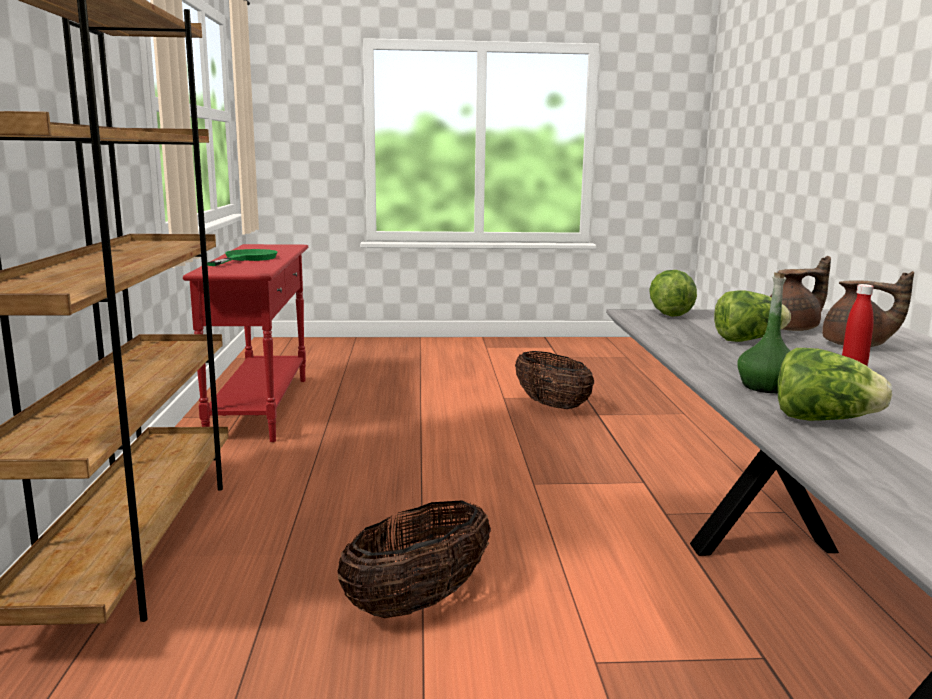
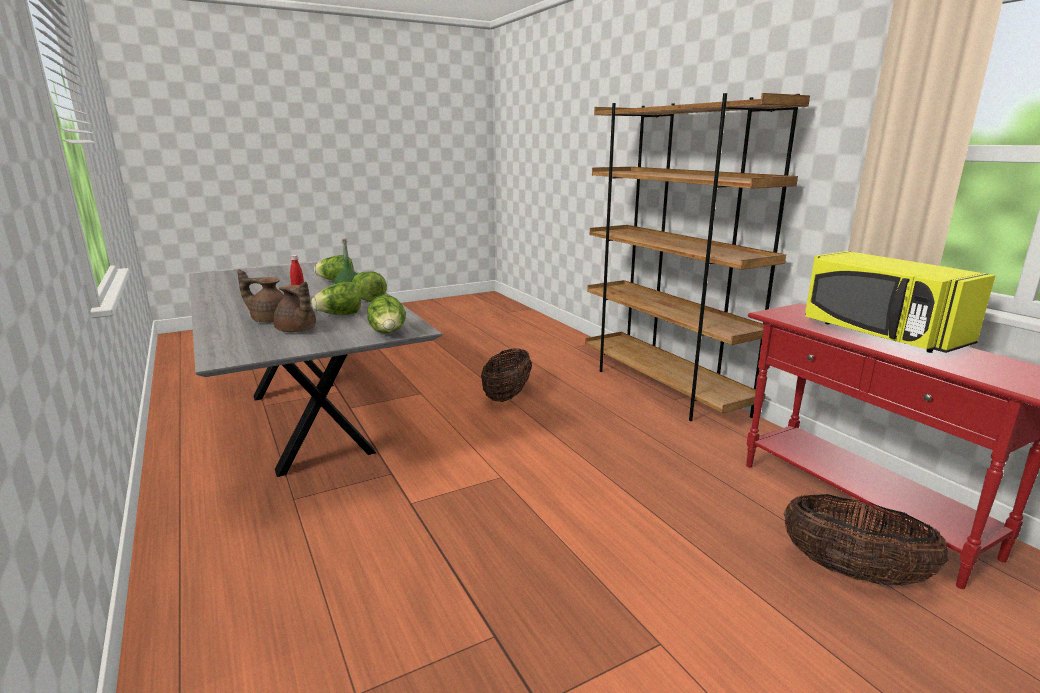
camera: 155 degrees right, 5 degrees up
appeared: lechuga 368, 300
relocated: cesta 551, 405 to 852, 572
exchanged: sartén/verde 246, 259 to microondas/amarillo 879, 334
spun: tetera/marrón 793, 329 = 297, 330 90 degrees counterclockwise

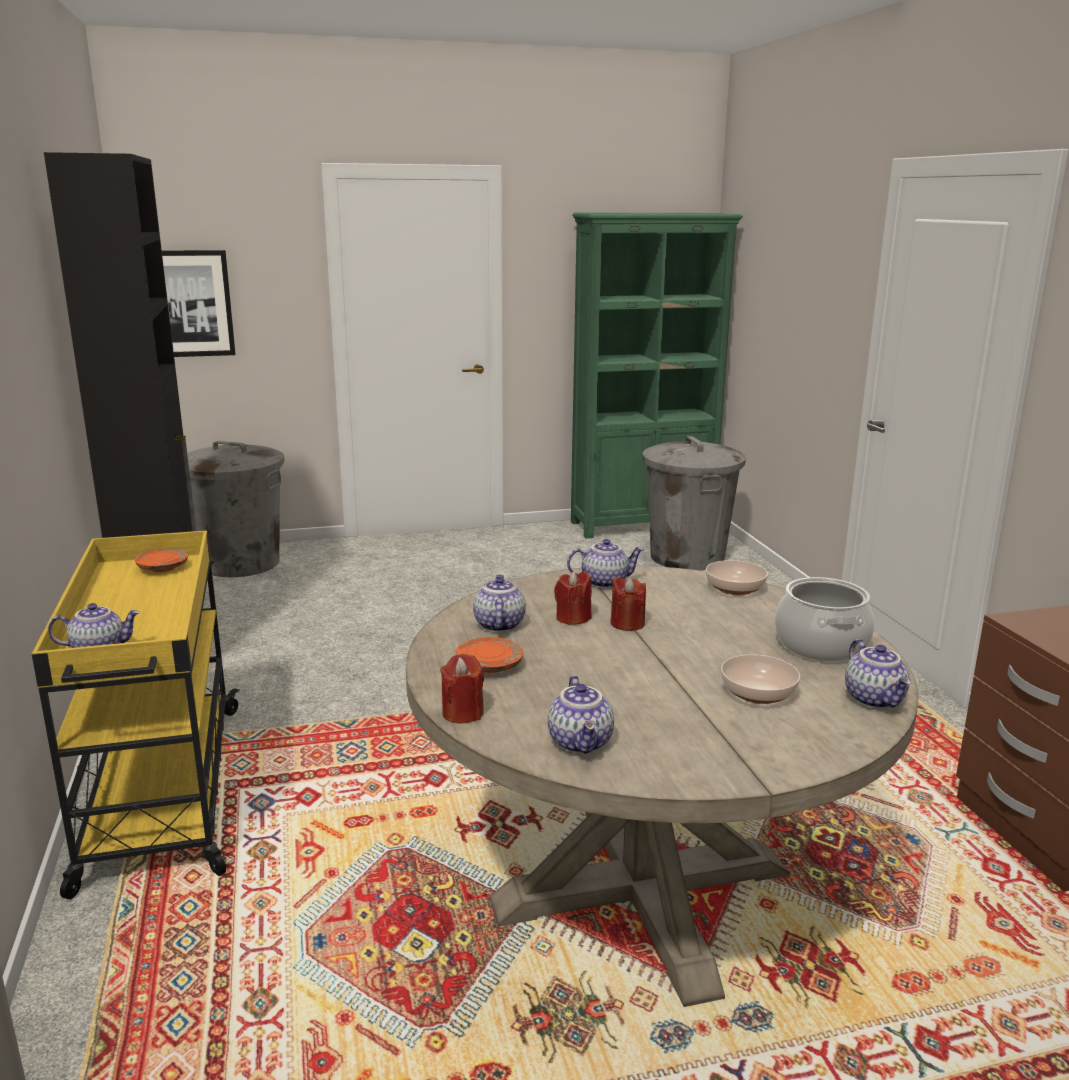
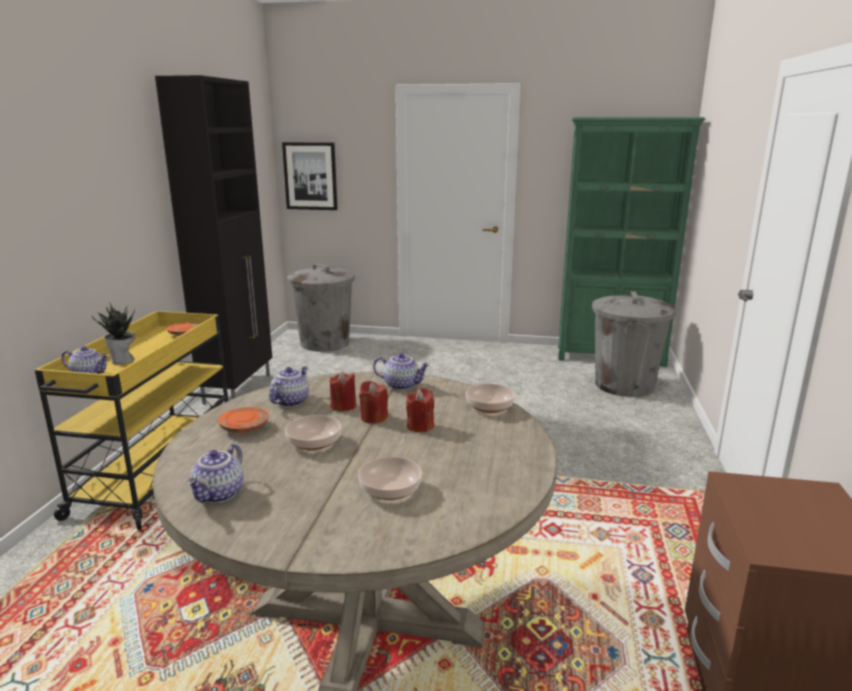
camera: 25 degrees right, 0 degrees up
missing: olla 820, 645; tetera 876, 699
appeared: planta en maceta 124, 360; cuenco 313, 443
relocated: vela/rojo 463, 713 to 420, 426

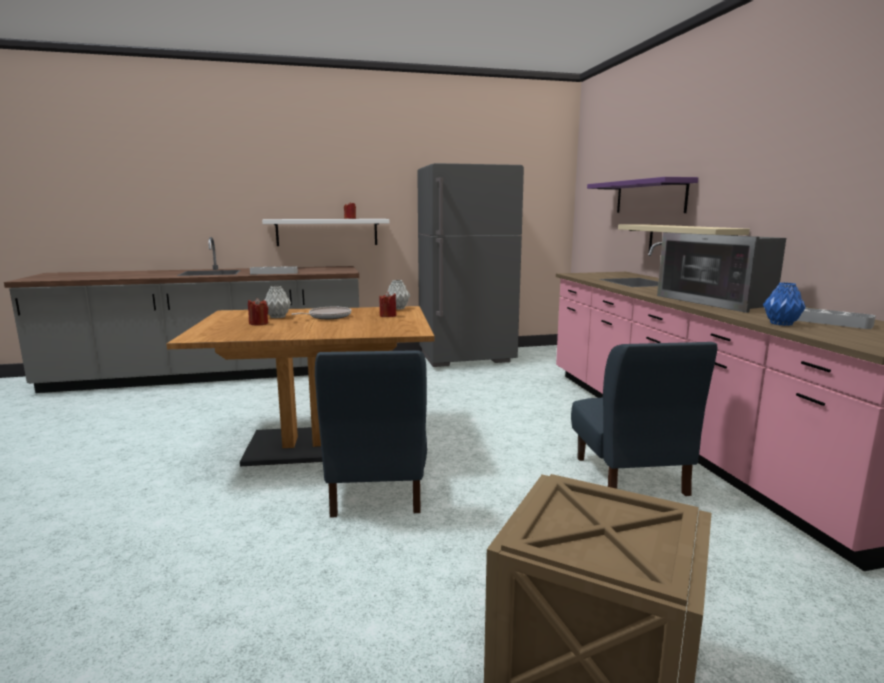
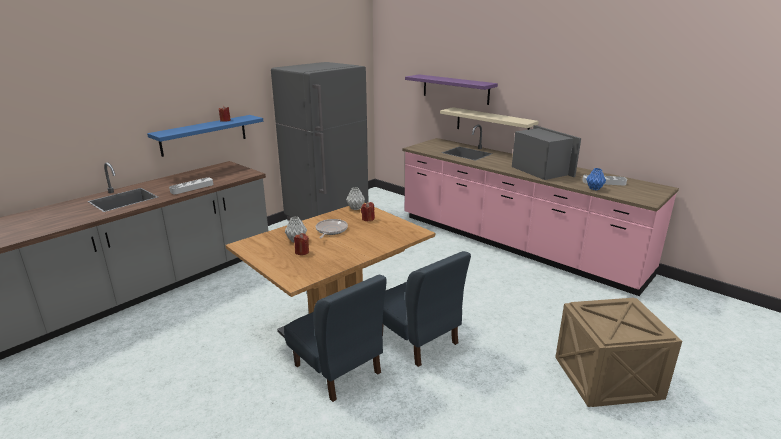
camera: 35 degrees left, 10 degrees up
relocated: silla/azul 630, 476 to 337, 369
colour: estante/blanco 327, 232 to estante/azul 204, 135
spun: microondas 718, 301 = 540, 170 150 degrees counterclockwise

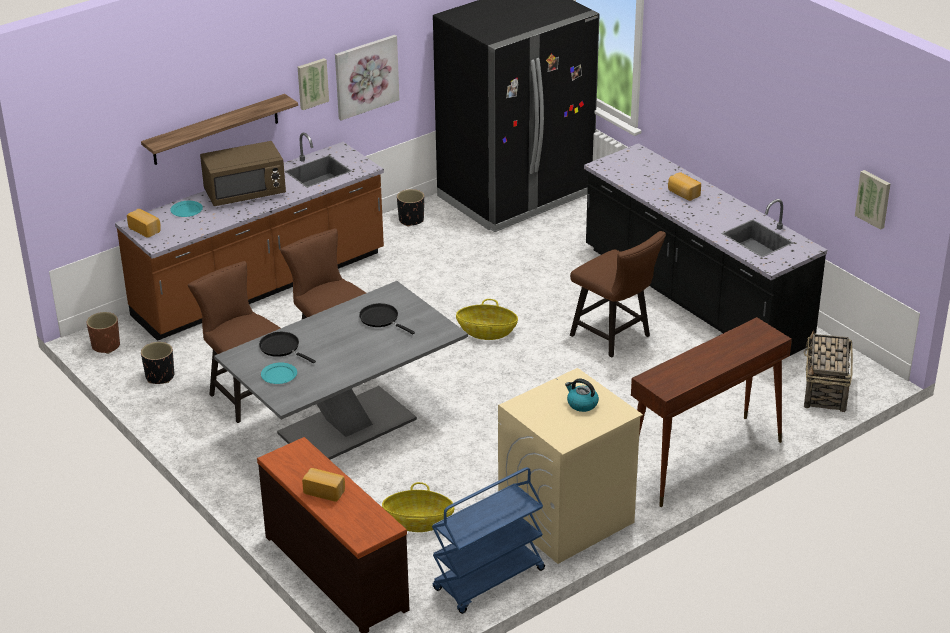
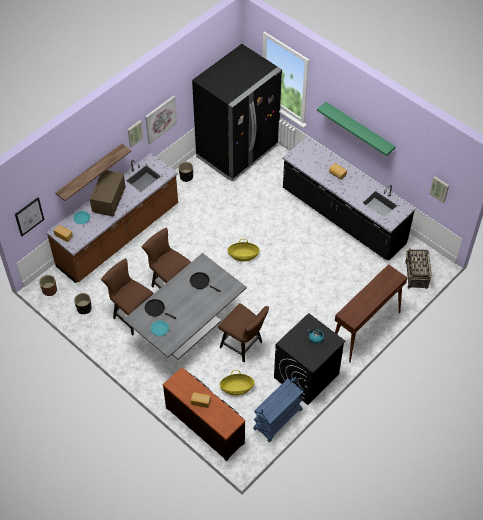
camera: 10 degrees left, 20 degrees up
appeared: cuadro 29, 216; estante/verde 359, 128
relocated: silla/marrón 615, 337 to 243, 346
colour: lavadora/beis 565, 518 to lavadora/negro 306, 376
spun: microondas/marrón 245, 193 = 109, 200 135 degrees clockwise

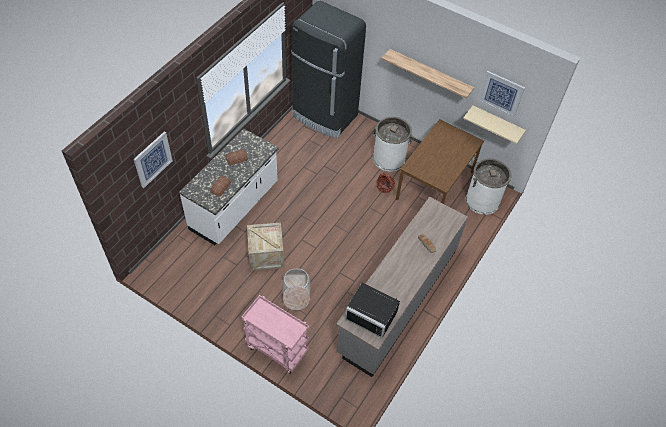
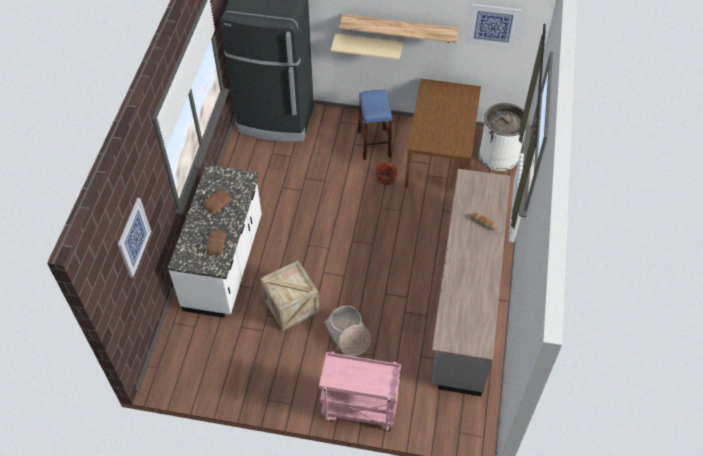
camera: 20 degrees left, 0 degrees up
missing: microondas/negro 373, 313
relocated: estante/beis 497, 123 to 369, 44
exchanged: papelera/blanco 389, 158 to taburete/azul 374, 144

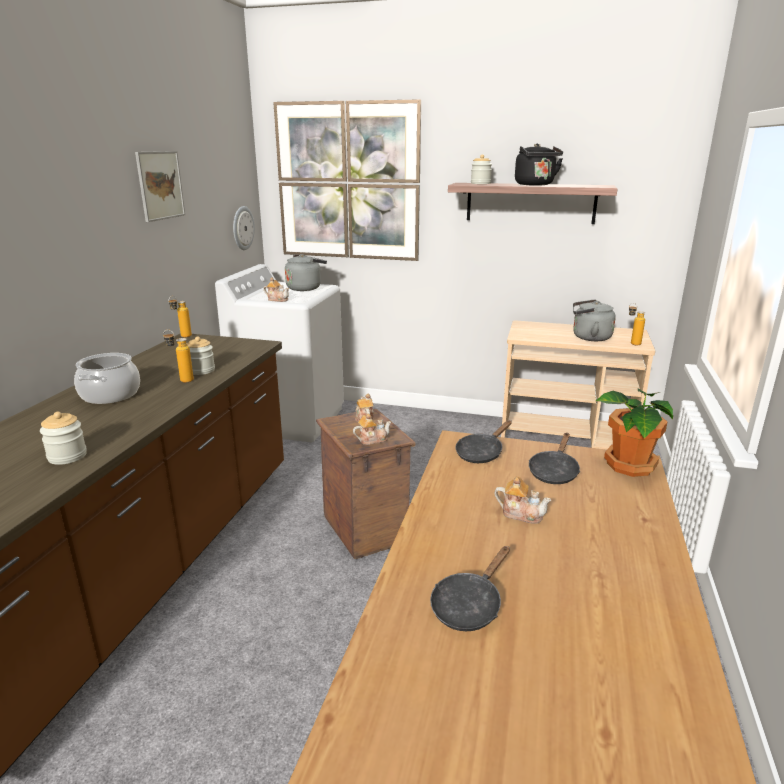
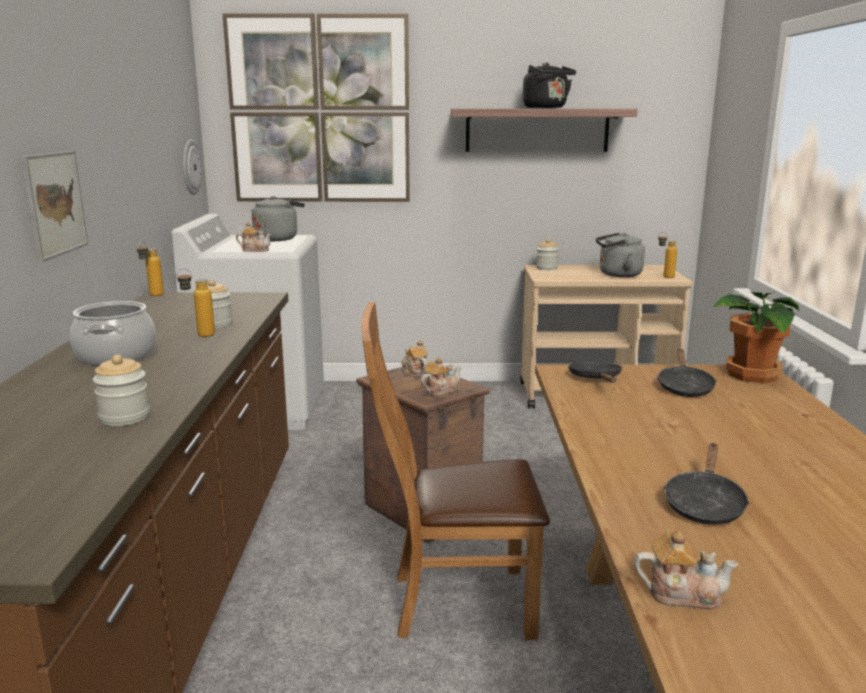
camera: 15 degrees left, 5 degrees down
appeared: silla/marrón 452, 603
relocated: cuadro 160, 185 to 54, 204; tarro 480, 183 to 546, 268; tetera 521, 514 to 681, 594
spun: sartén/negro 481, 453 = 596, 379 150 degrees clockwise

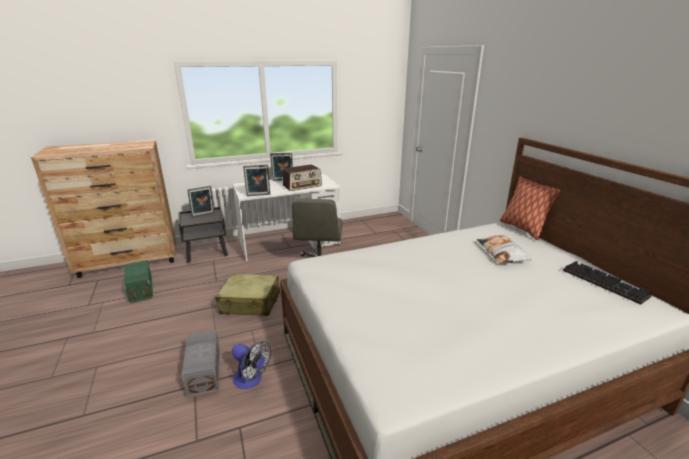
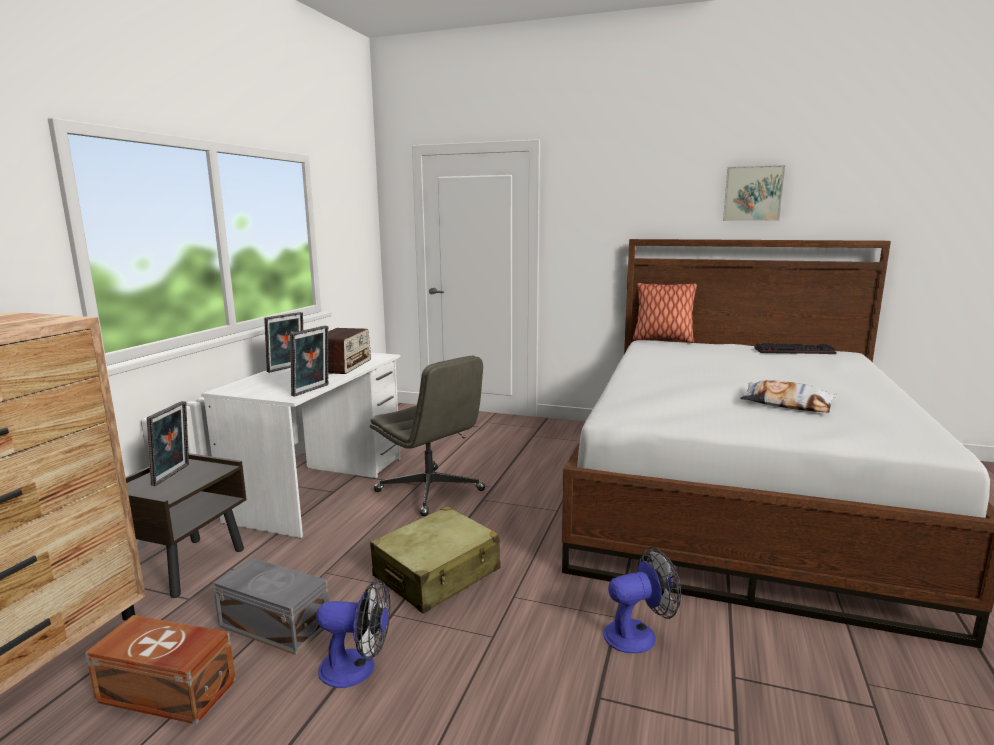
camera: 50 degrees left, 10 degrees down
appeared: ventilador 357, 669; cuadro 753, 193
relocated: caja de almacenaje/gris 205, 371 to 274, 623; cojín 502, 253 to 786, 404
colour: caja de almacenaje/verde 140, 290 to caja de almacenaje/marrón 167, 692

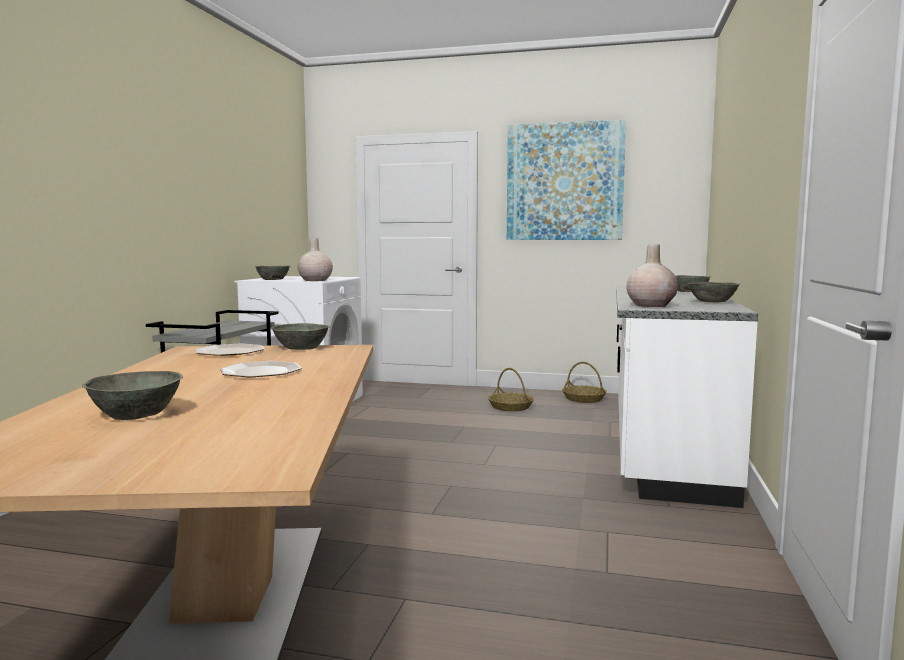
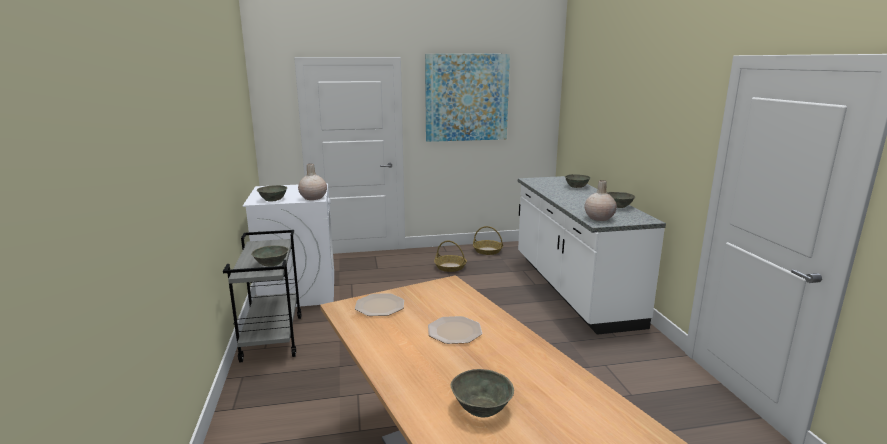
camera: 25 degrees left, 10 degrees up
relocated: cuenco/gris 301, 348 to 271, 264

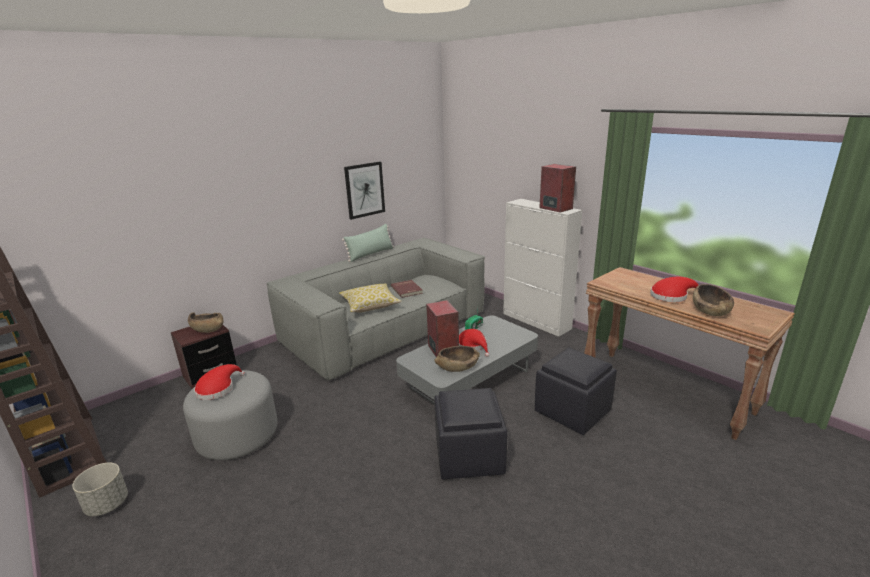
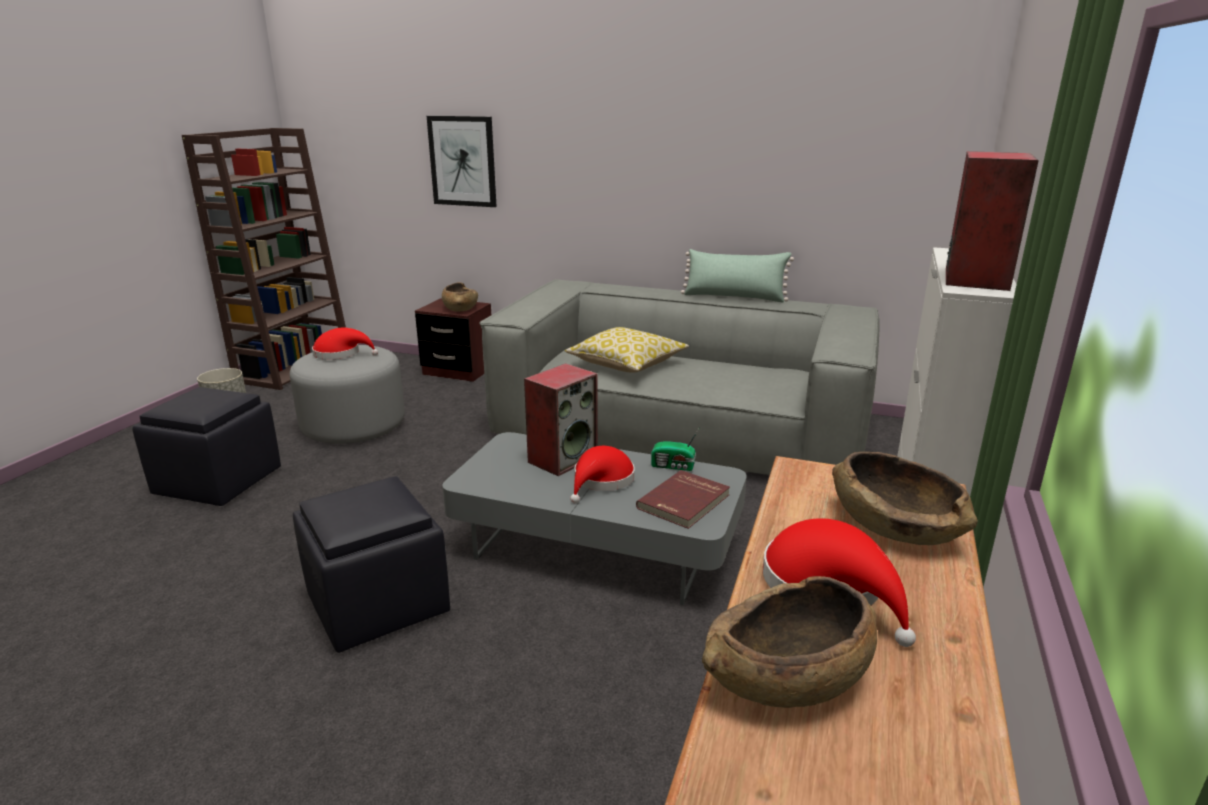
camera: 60 degrees right, 0 degrees up
relocated: puf/negro 573, 411 to 218, 483; cuadro 364, 190 to 462, 161; libro/rojo 407, 290 to 685, 502; cuenco/marrón 457, 367 to 896, 526

